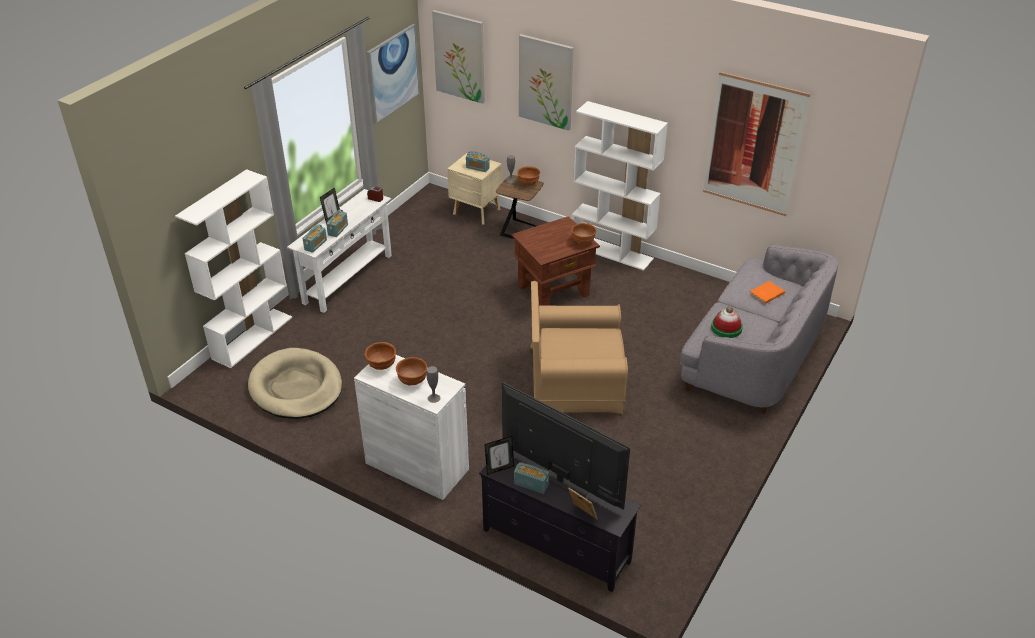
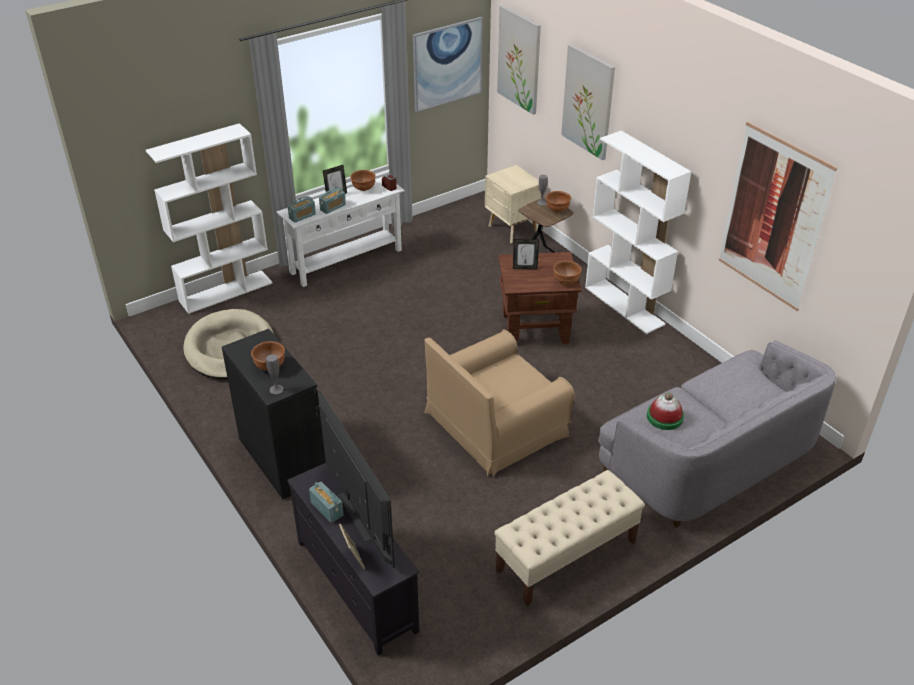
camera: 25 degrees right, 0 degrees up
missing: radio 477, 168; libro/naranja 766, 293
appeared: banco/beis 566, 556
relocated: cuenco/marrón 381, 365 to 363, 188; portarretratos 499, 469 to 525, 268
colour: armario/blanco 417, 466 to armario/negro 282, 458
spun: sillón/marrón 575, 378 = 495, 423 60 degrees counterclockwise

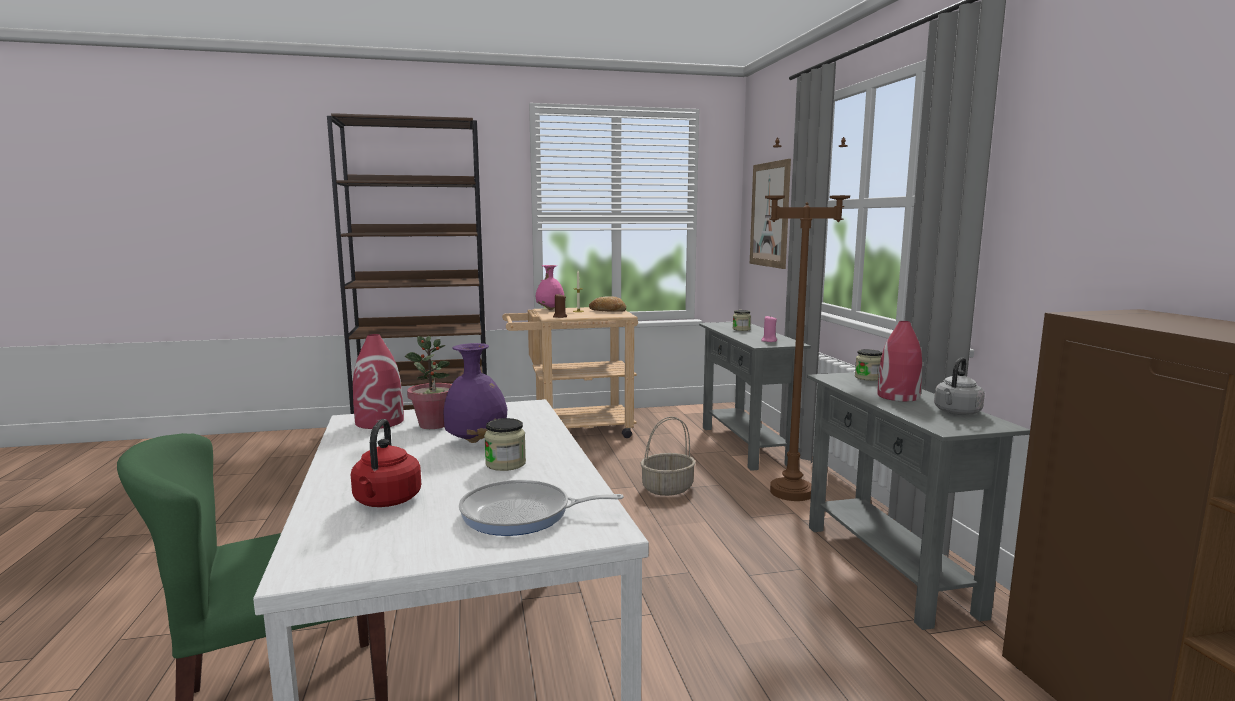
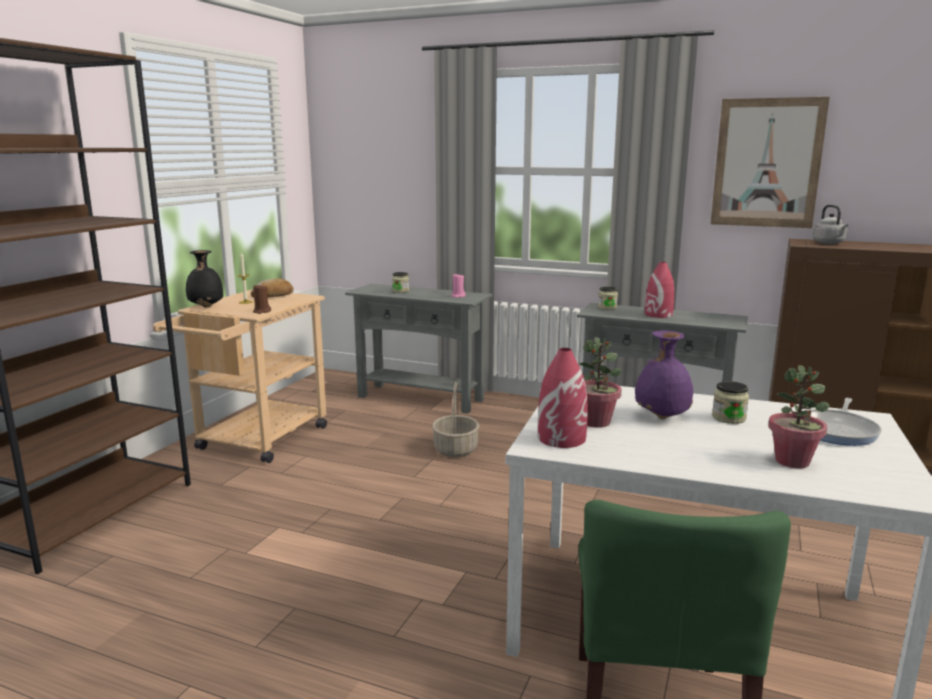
camera: 55 degrees left, 5 degrees up
missing: lámpara de pie/marrón 791, 492
relocated: cuadro 770, 214 to 767, 163; hervidor/gris 956, 412 to 829, 243
exchanged: hervidor/rojo 386, 501 to planta en maceta 792, 461
colour: florero/rosa 550, 309 to florero/negro 205, 306

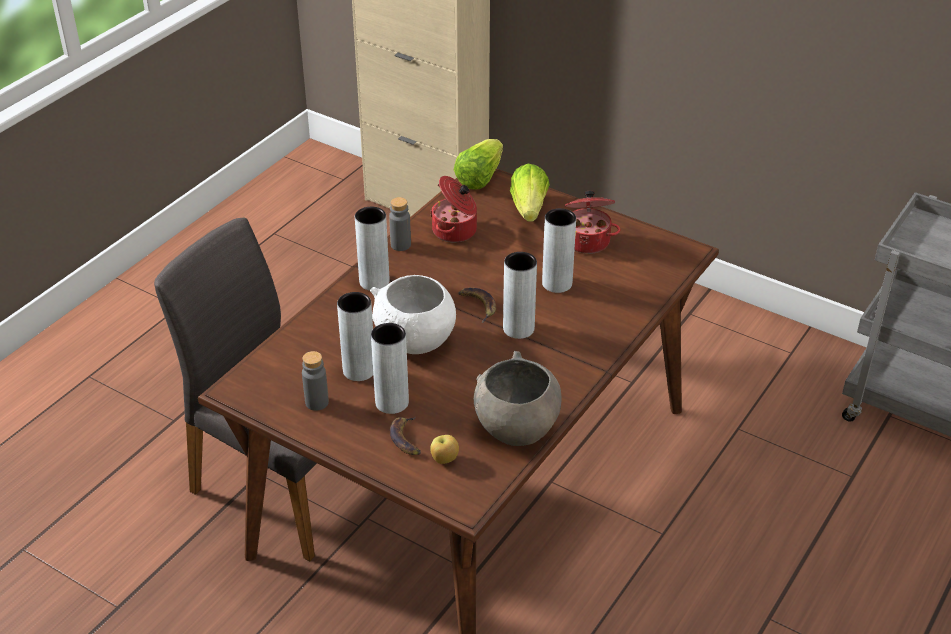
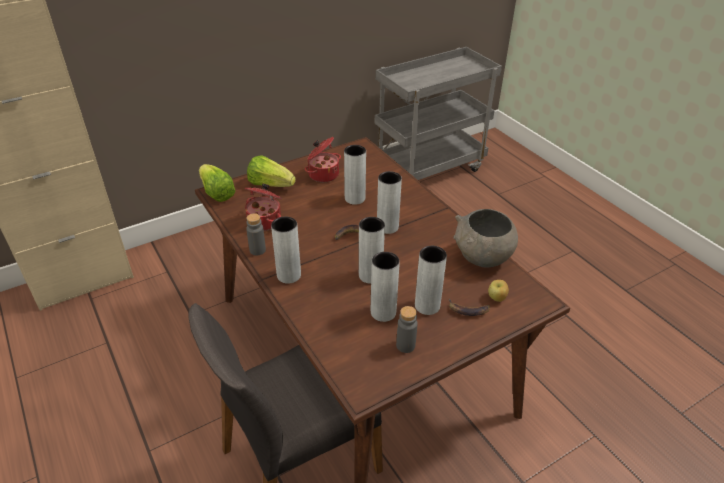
camera: 65 degrees left, 0 degrees up
exchanged: cuenco/blanco 415, 342 to florero/gris 370, 275

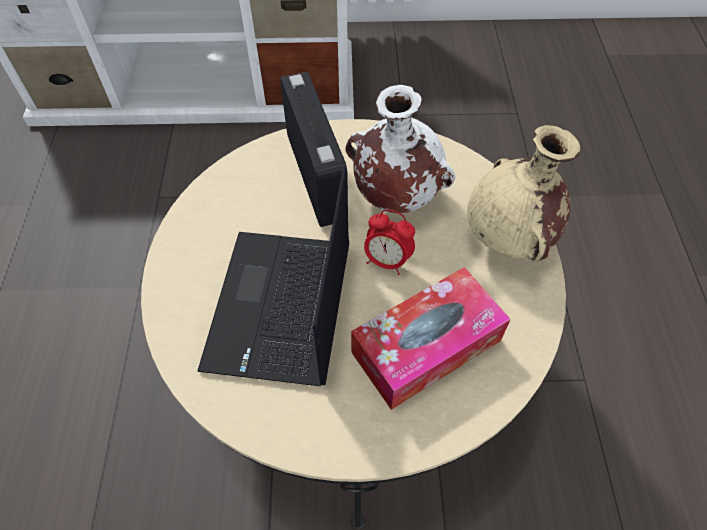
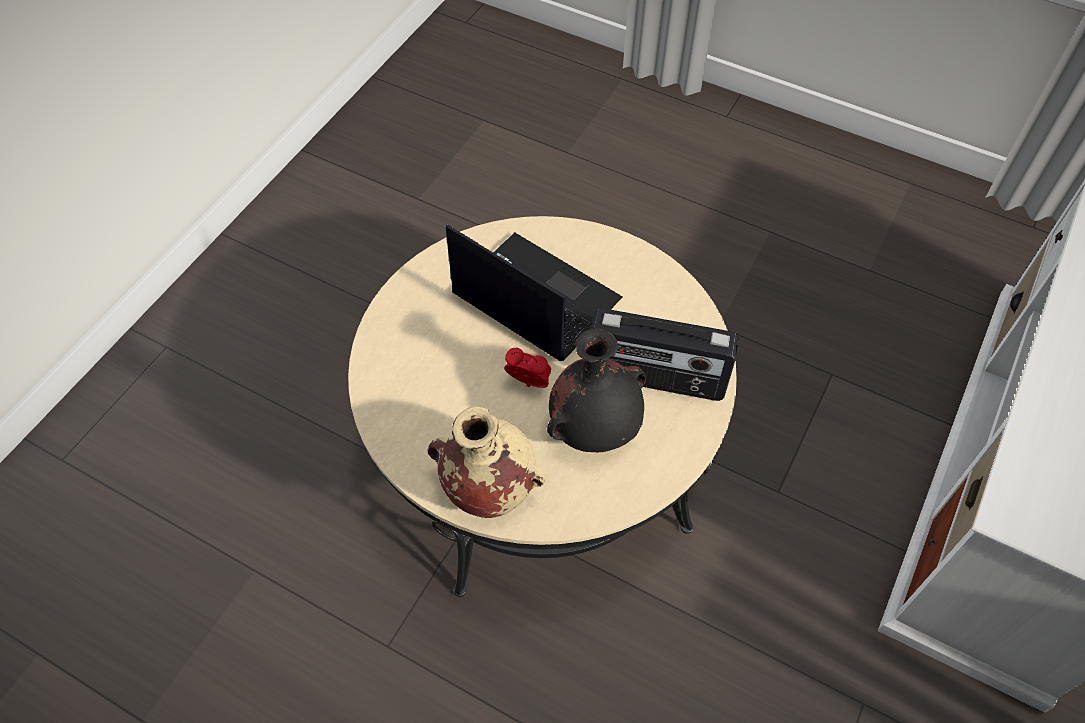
camera: 120 degrees right, 0 degrees up
missing: caja de pañuelos 426, 346
colour: florero/blanco 395, 195 to florero/negro 595, 428
spun: despertador 387, 261 = 529, 384 60 degrees clockwise

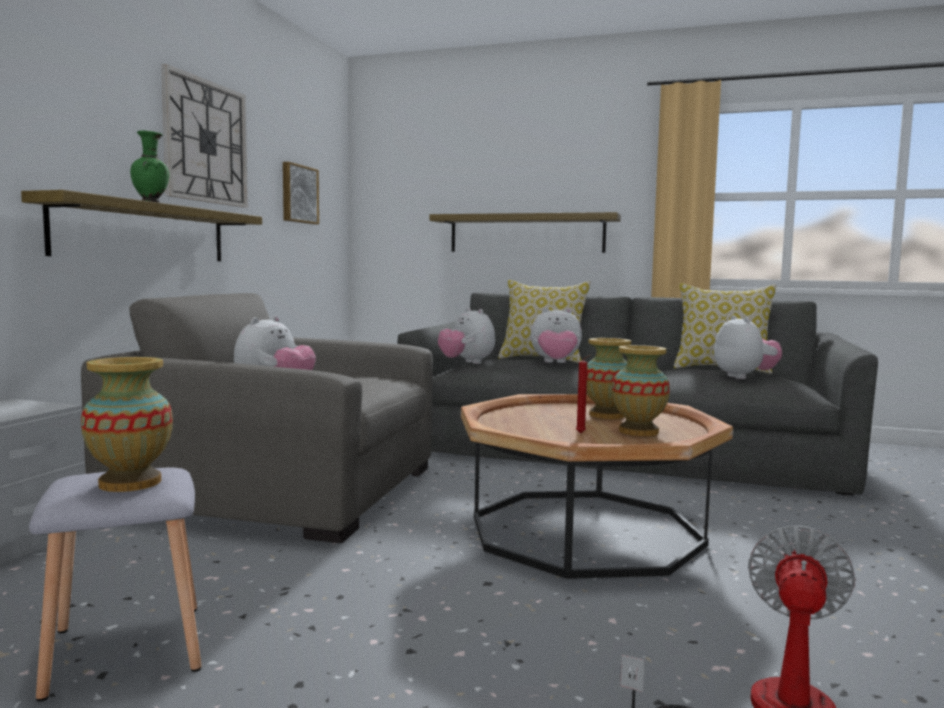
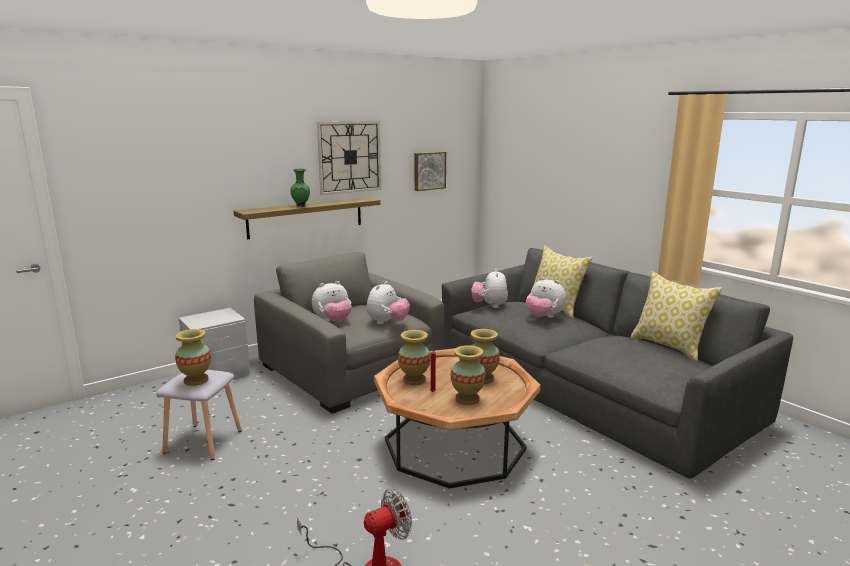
camera: 35 degrees right, 10 degrees up
missing: estante 526, 234
appeared: florero 414, 380
relocated: peluche 744, 377 to 387, 322

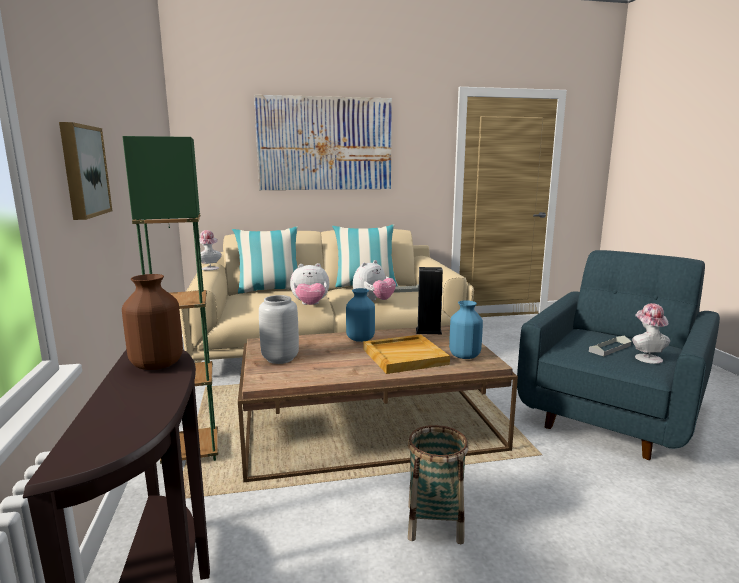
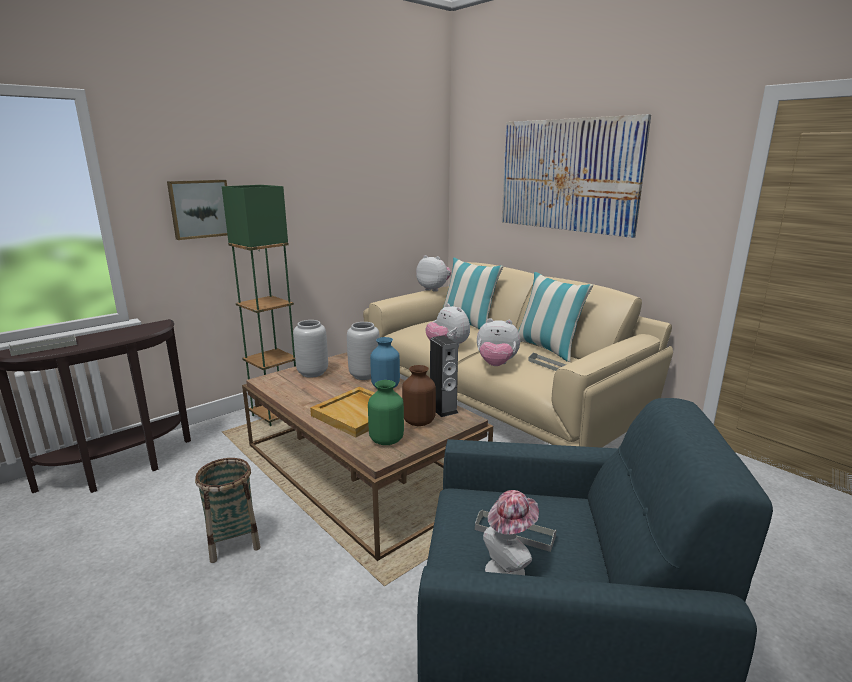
camera: 60 degrees right, 5 degrees up
appeared: bandeja/gris 44, 347; florero/gris 365, 375
relocated: florero/marrón 156, 364 to 418, 421
exchanged: sombrero 209, 268 to peluche 434, 289
colour: florero/azul 464, 356 to florero/verde 386, 440

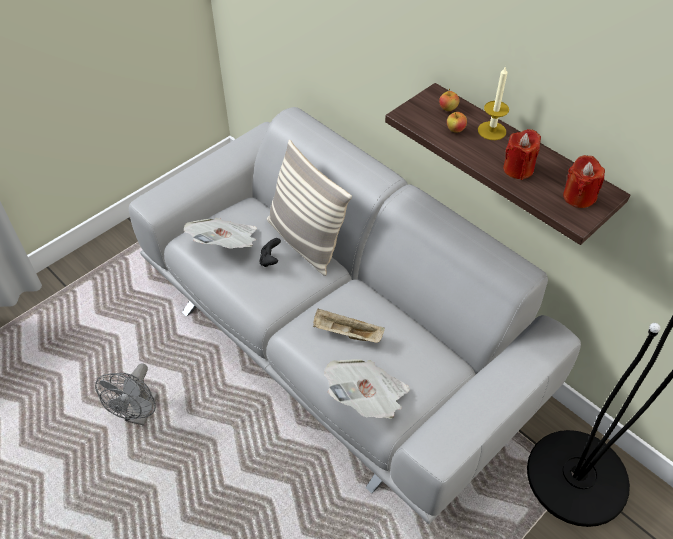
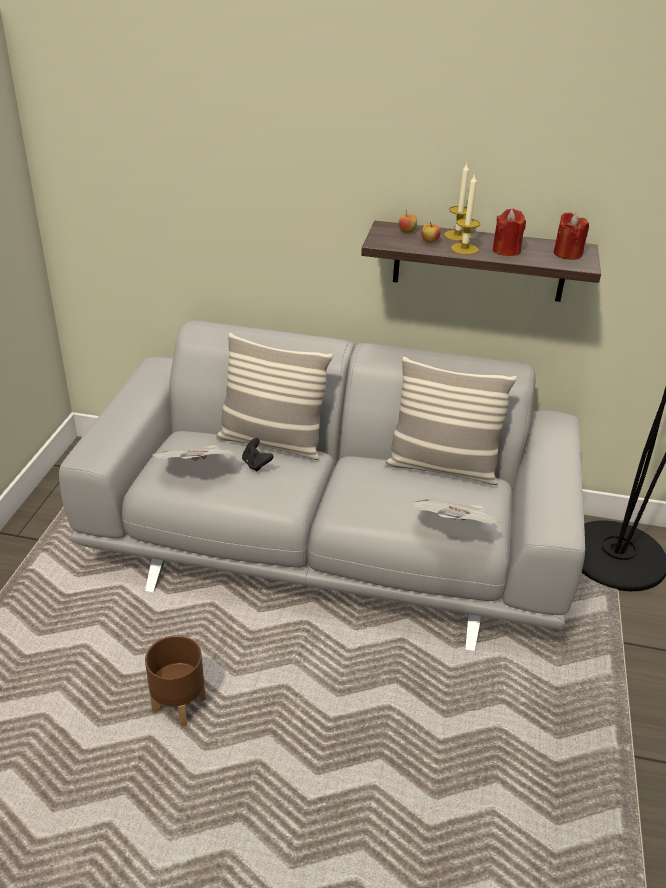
camera: 35 degrees left, 15 degrees down
missing: bandeja/beis 346, 334
appeared: cojín 442, 468; vela 464, 249
exchanged: ventilador/gris 139, 414 to maceta/marrón 179, 704

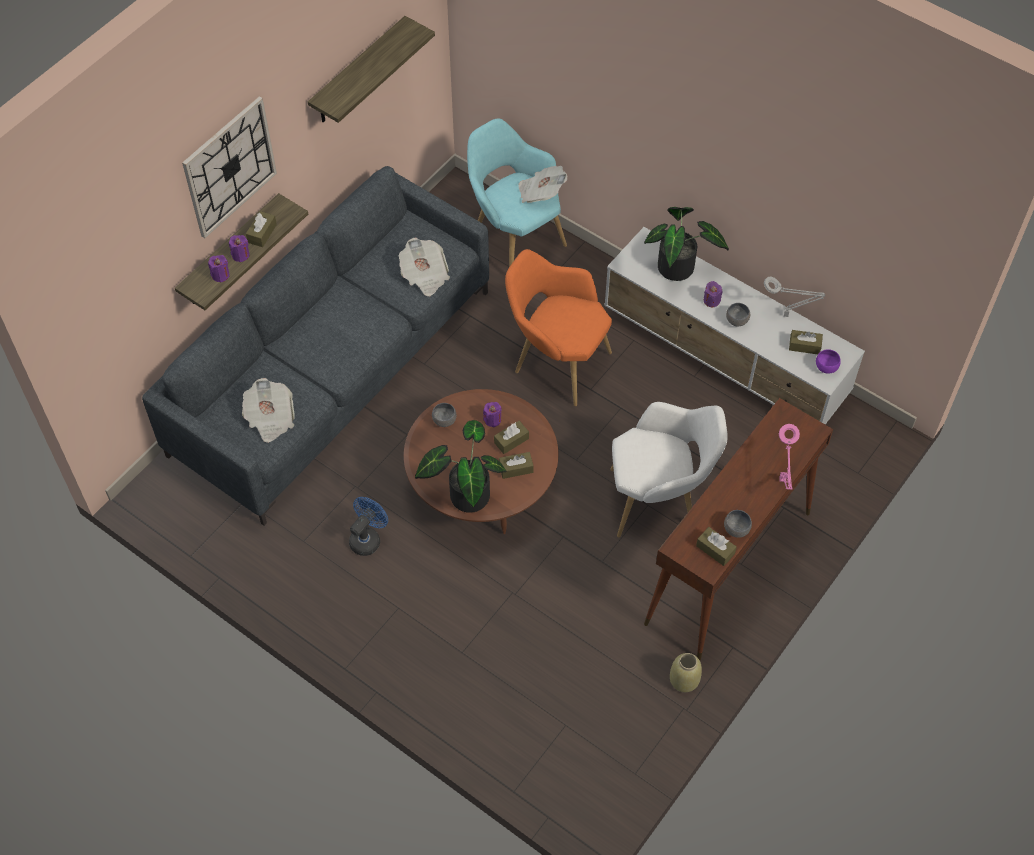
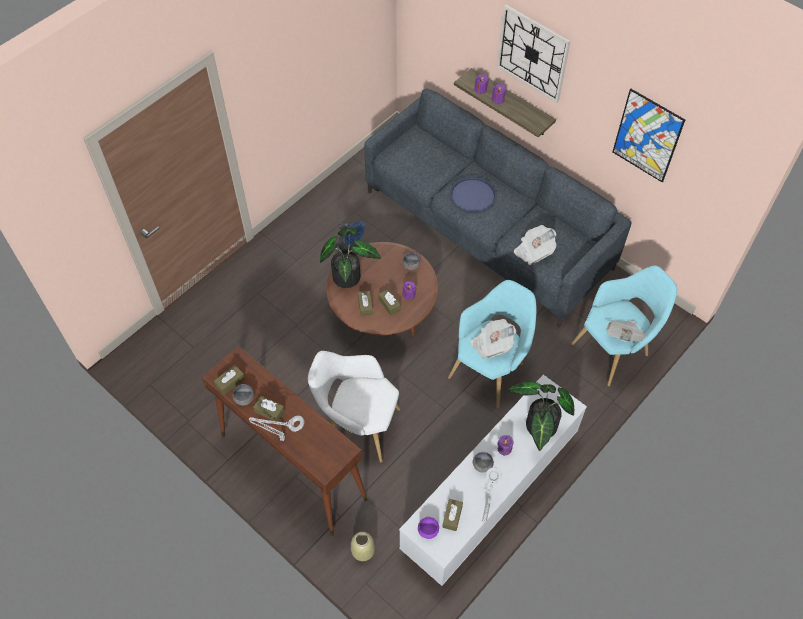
camera: 95 degrees right, 0 degrees up
appeared: bandeja/azul 473, 195
relocated: caja de pañuelos/marrón 262, 233 to 269, 411; florero/beis 684, 681 to 363, 551; periódico 270, 418 to 492, 344
exchanged: estante 358, 72 to cuadro 647, 136
colour: lámpara de mesa/rosa 782, 482 to lámpara de mesa/gris 280, 438; sillón/naranja 556, 362 to sillón/turquesa 491, 368
spun: sillón/blanco 659, 500 = 357, 426 105 degrees clockwise

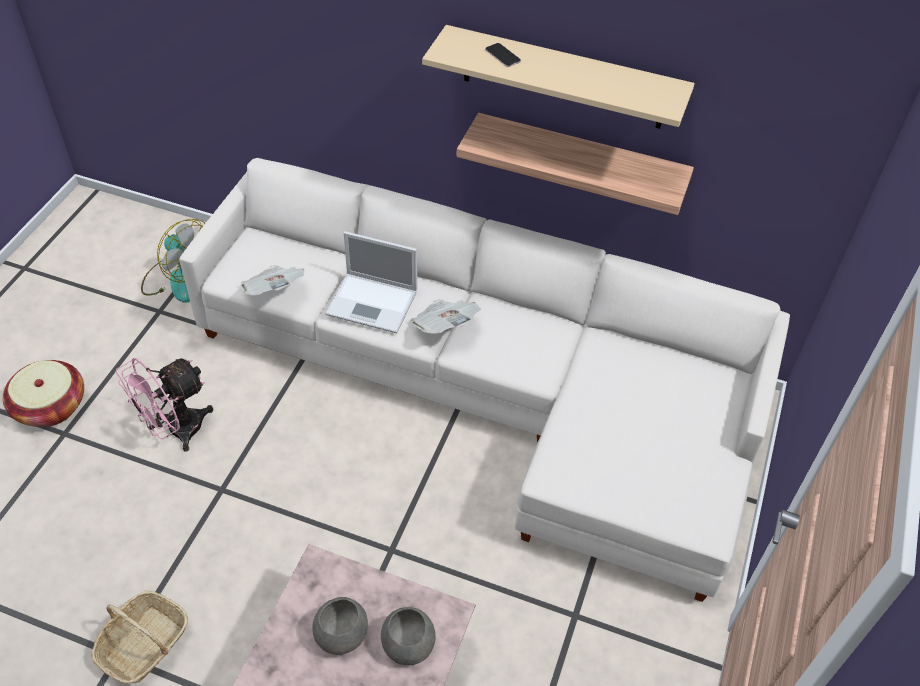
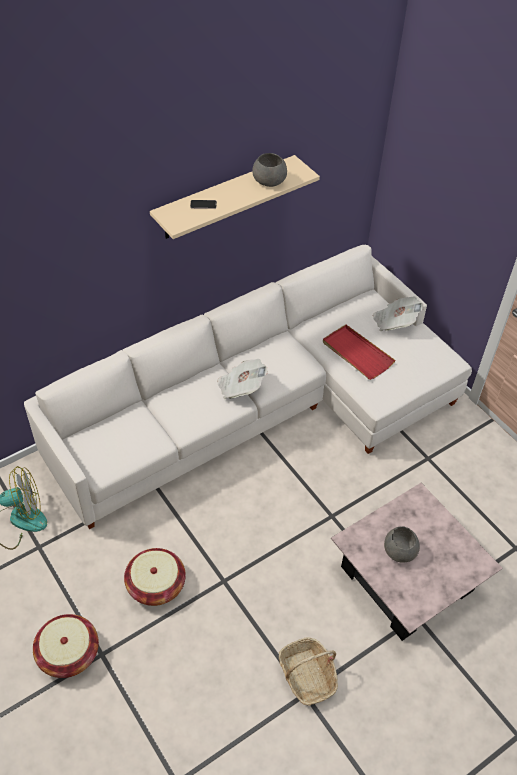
camera: 55 degrees left, 0 degrees up
missing: portátil 373, 303; estante 580, 161
appeared: bandeja/rojo 357, 354
relocated: cuenco/gris 408, 645 to 270, 181; periódico 274, 291 to 395, 322
exchanged: ventilador/rosa 176, 431 to cesta 156, 585

